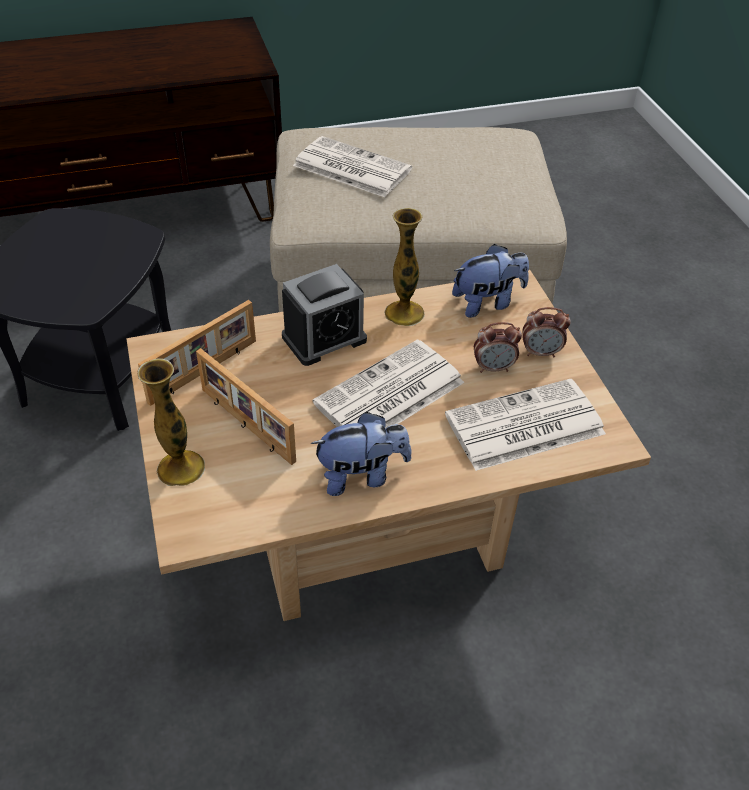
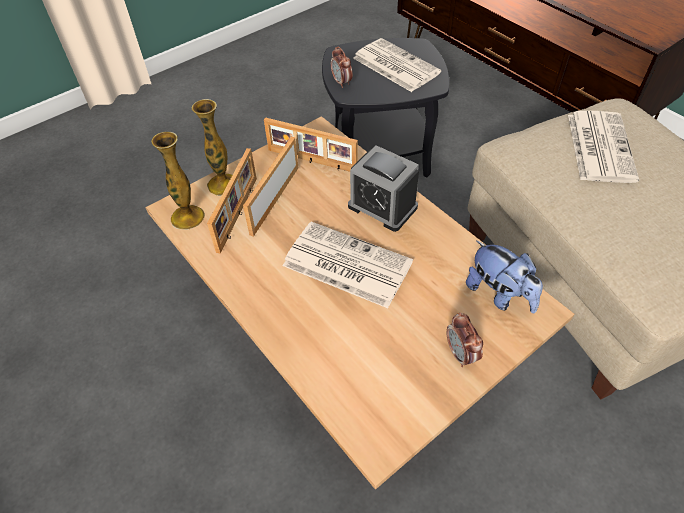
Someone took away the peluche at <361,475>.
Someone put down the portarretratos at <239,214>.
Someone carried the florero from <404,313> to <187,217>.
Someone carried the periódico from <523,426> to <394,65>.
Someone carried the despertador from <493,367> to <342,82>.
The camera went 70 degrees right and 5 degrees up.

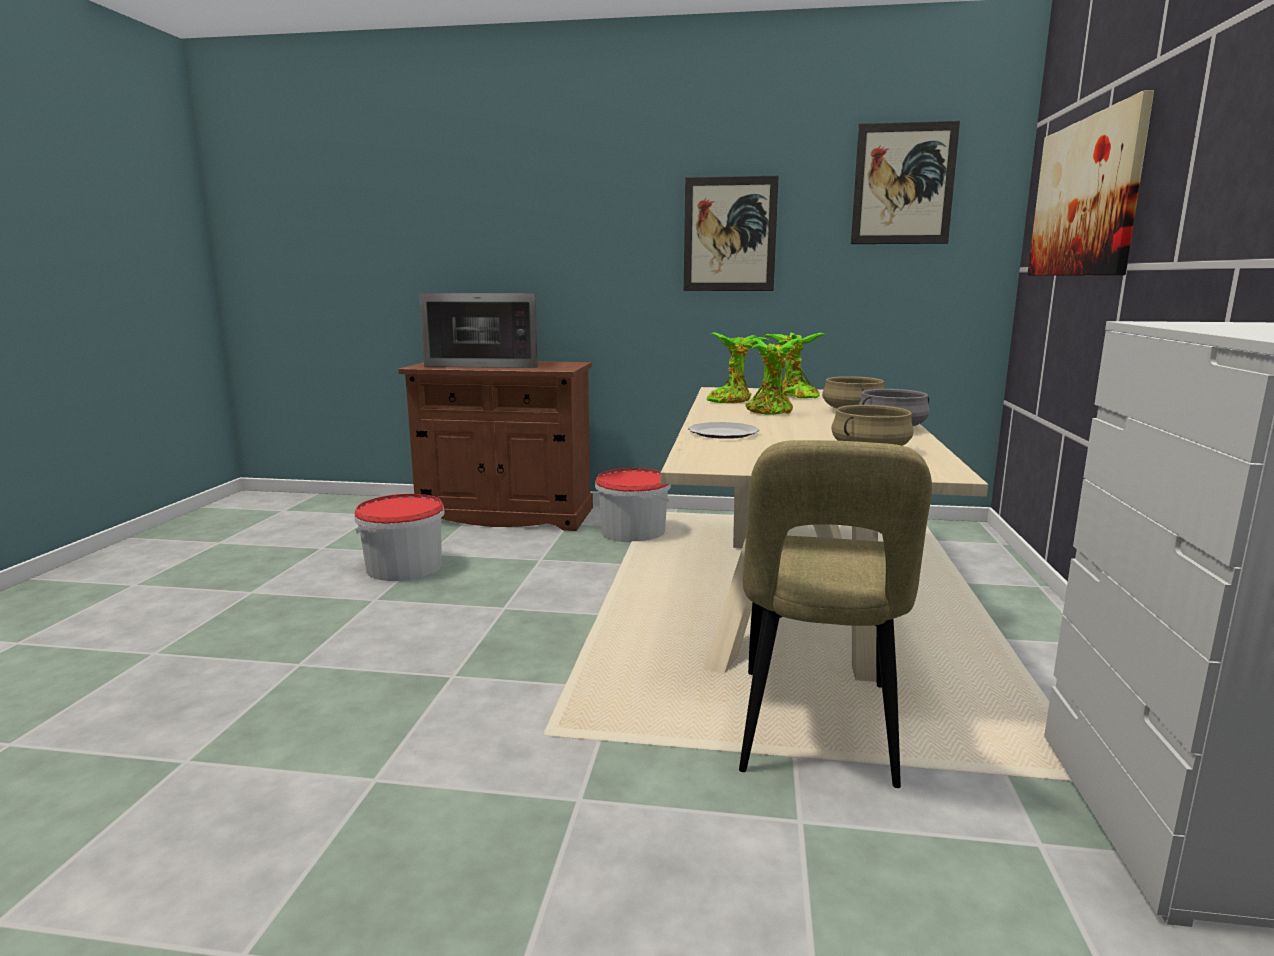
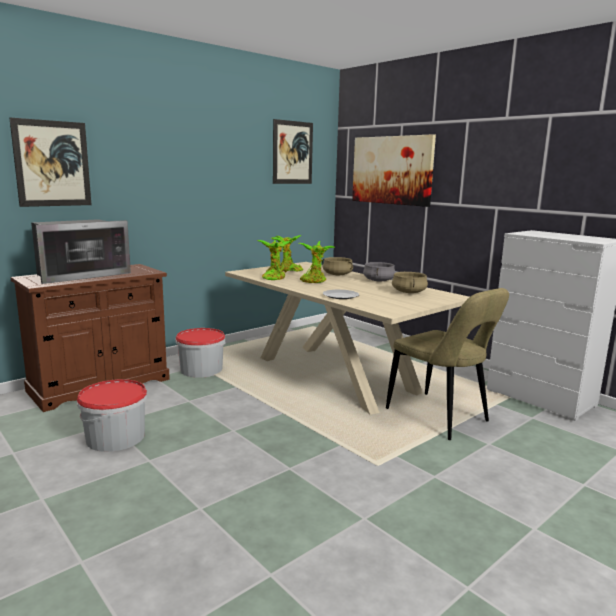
Someone carried the cuadro from <729,234> to <52,163>.
The camera went 50 degrees left and 0 degrees up.

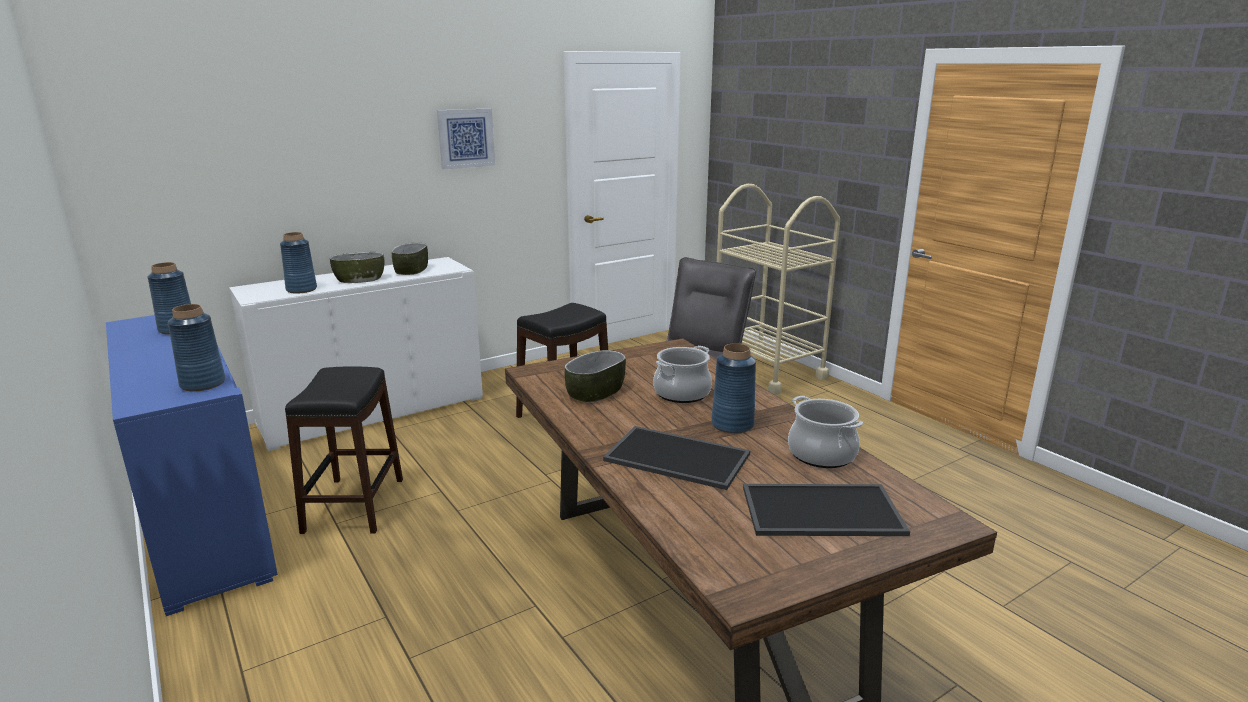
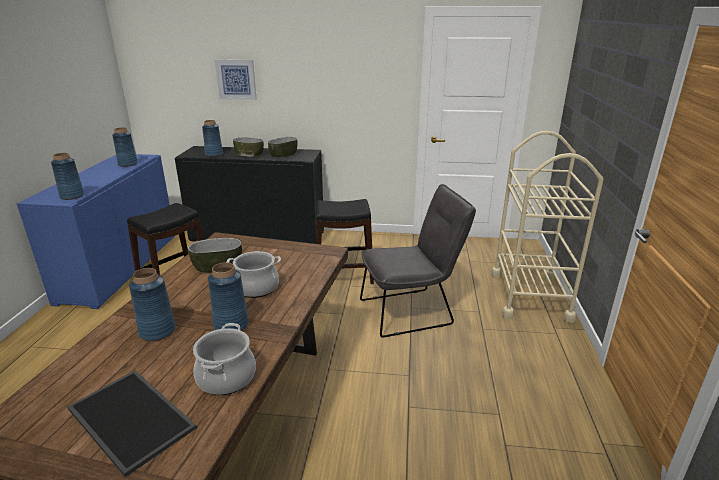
Someone carried the cuadro from <466,138> to <236,79>.
Someone swapped the bandeja at <679,457> for the florero/azul at <157,331>.
Someone repainted the armario/blanco at <373,411>, which became the armario/negro at <258,236>.
The camera went 40 degrees right and 5 degrees up.

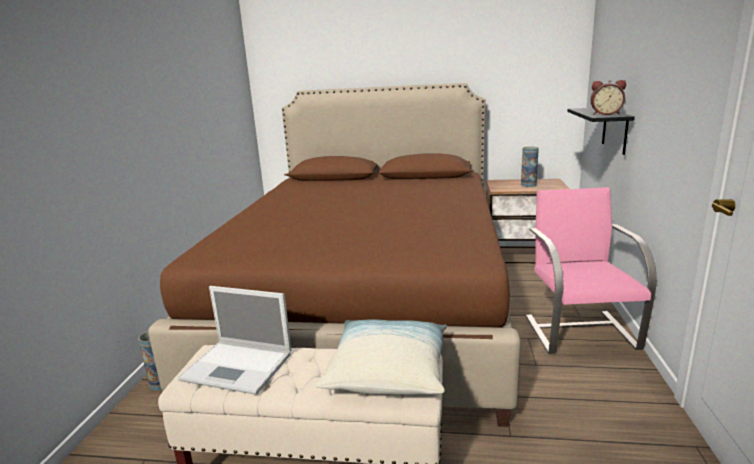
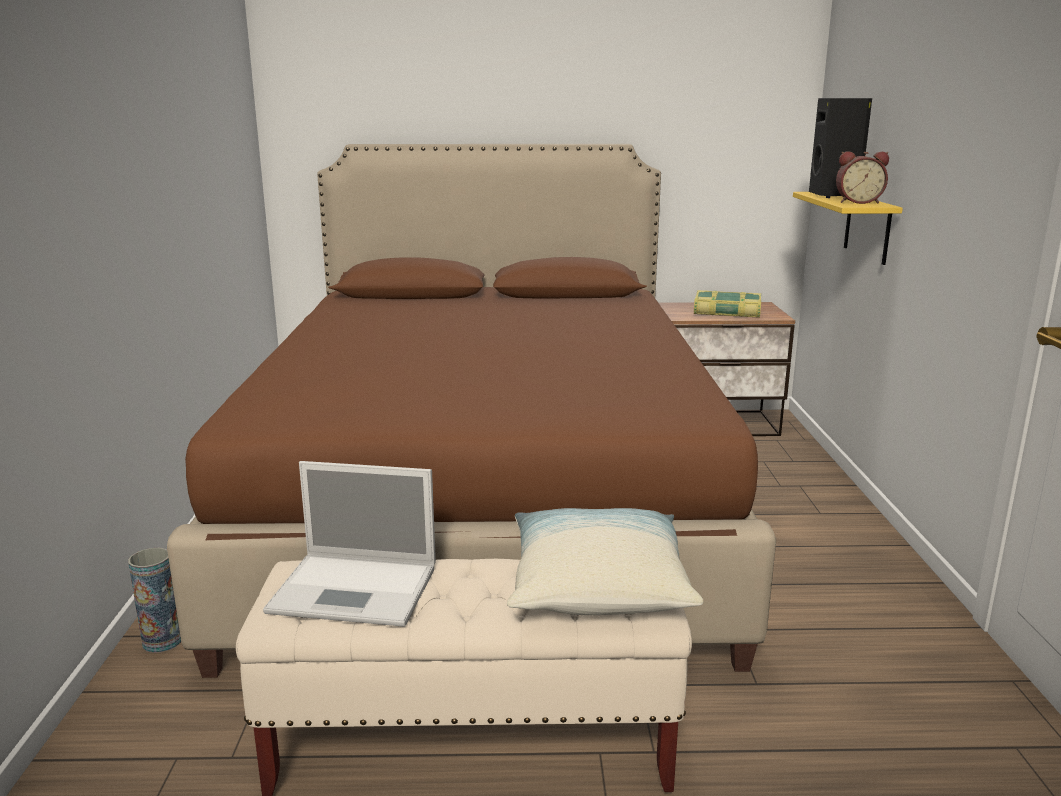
Someone took away the silla/rosa at <580,331>.
Someone put down the altavoz/negro at <835,196>.
Someone swapped the florero at <528,185> for the libro at <727,311>.
Someone repainted the estante/negro at <615,130>, which became the estante/amarillo at <867,227>.
The camera went 10 degrees left and 0 degrees up.

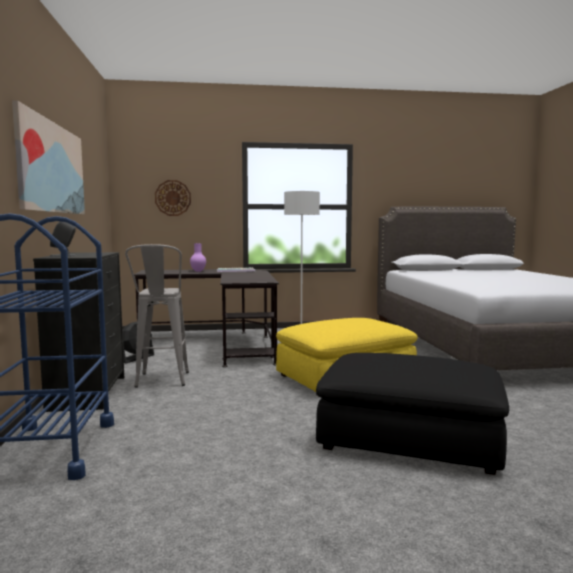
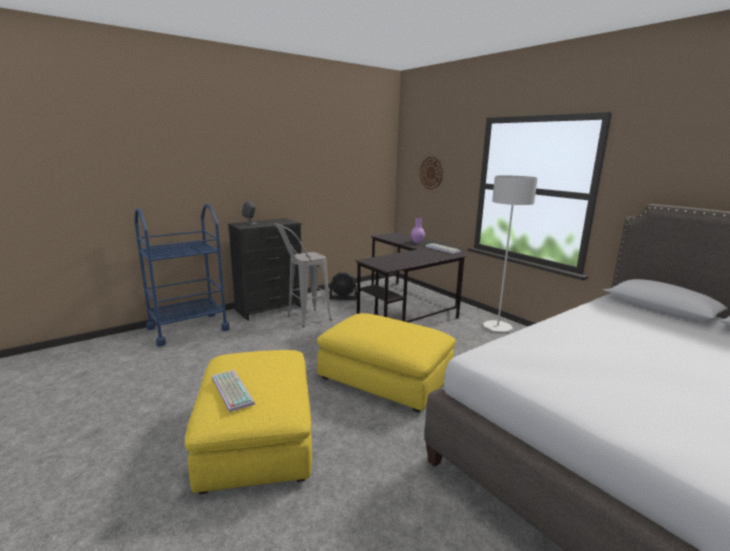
Someone took away the cuadro at <53,168>.
Someone put down the teclado at <230,390>.
Someone repainted the puf/negro at <409,438>, which became the puf/amarillo at <256,436>.
The camera went 60 degrees right and 10 degrees up.

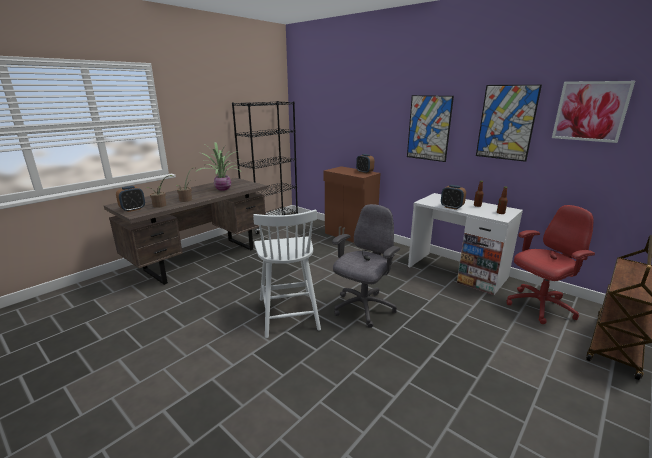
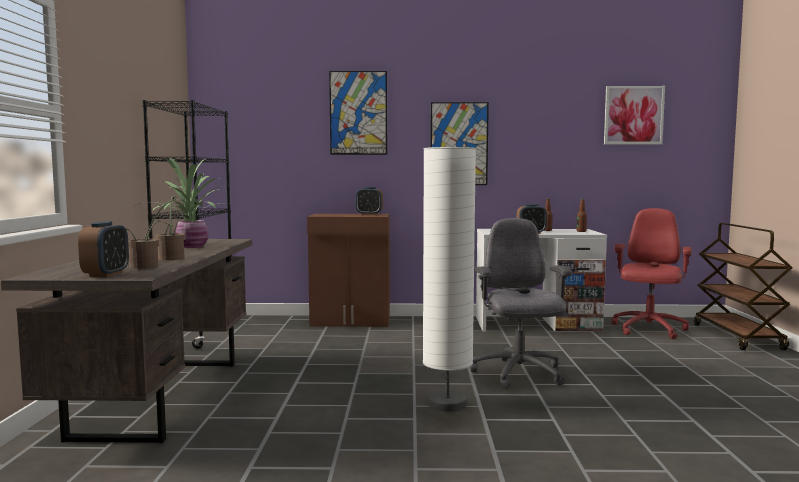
Someone carried the cuadro from <506,122> to <358,113>.
Someone swapped the silla/blanco at <288,313> for the lámpara de pie/blanco at <447,404>.
The camera went 40 degrees left and 15 degrees down.

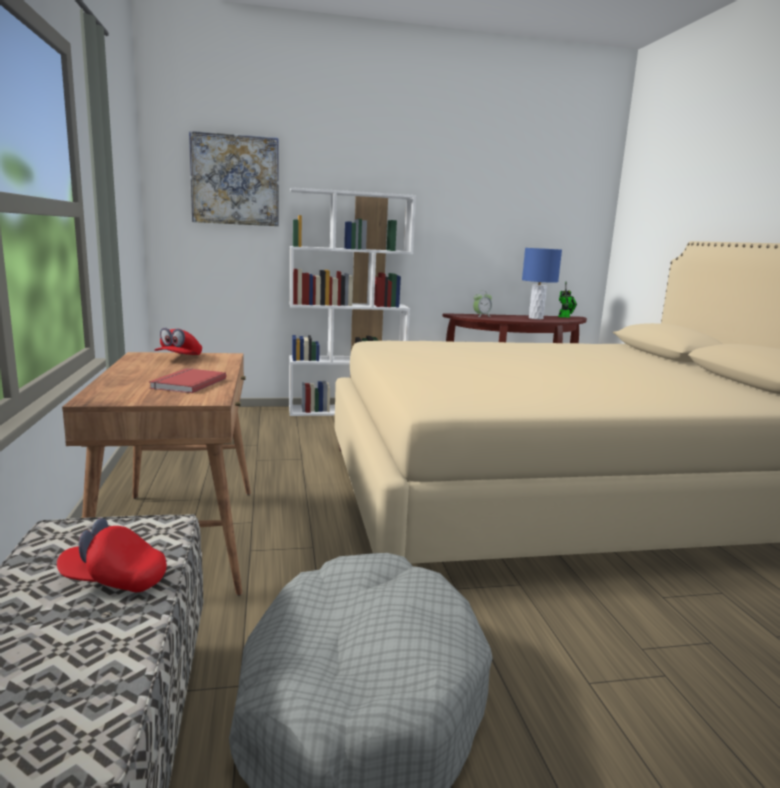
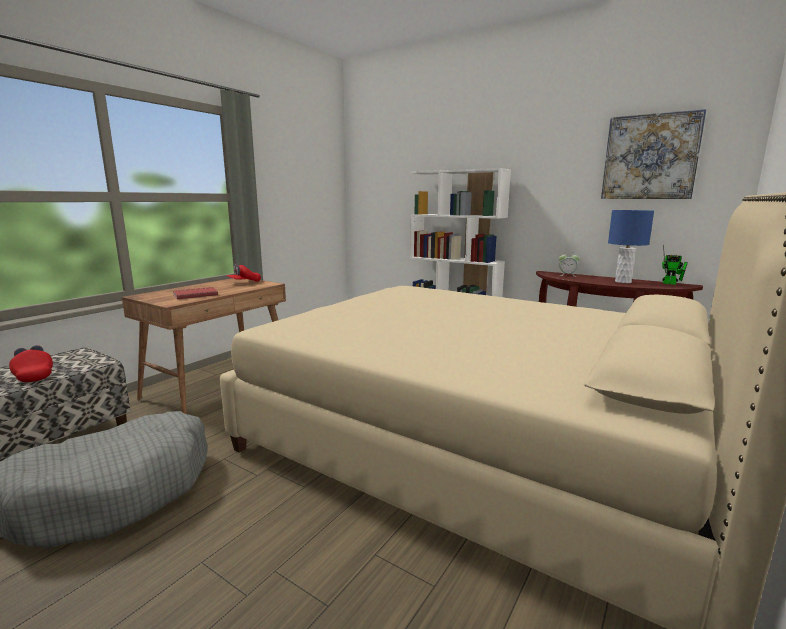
Someone carried the cuadro from <235,180> to <650,157>.
The camera went 45 degrees right and 0 degrees up.

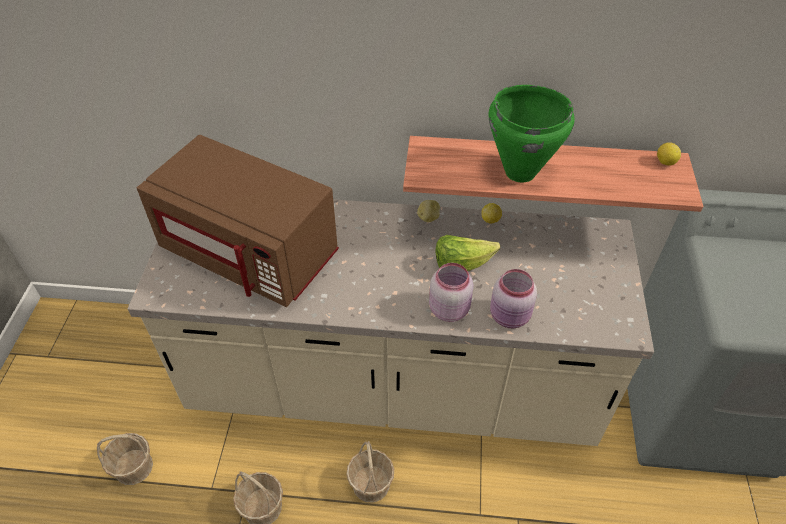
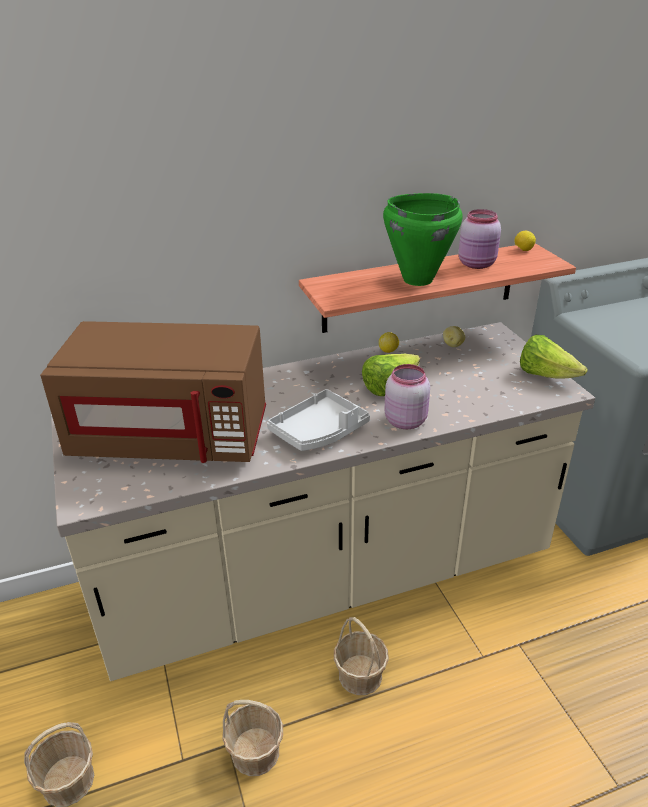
Someone put down the bandeja/gris at <319,431>.
Someone put down the lechuga at <546,375>.
Someone carried the patata from <428,217> to <452,345>.
Someone carried the tarro/rosa from <510,317> to <477,264>.
The camera went 25 degrees left and 15 degrees down.

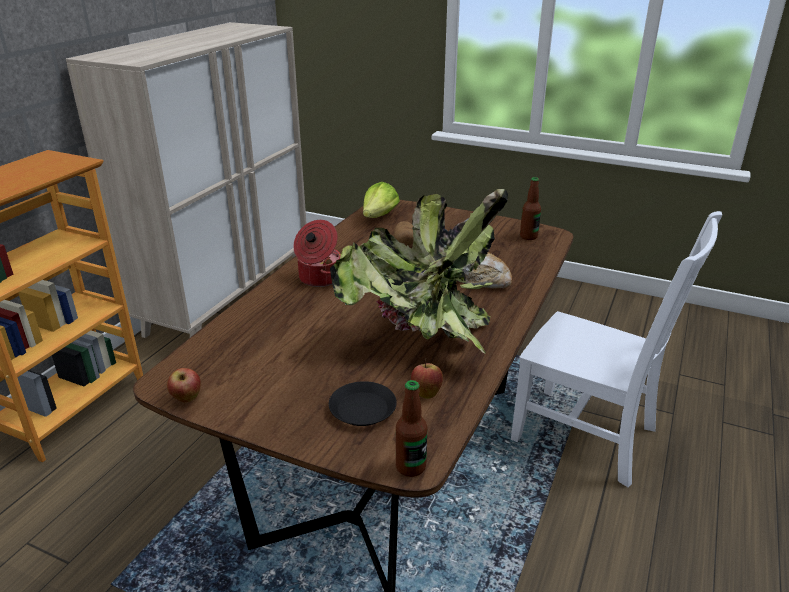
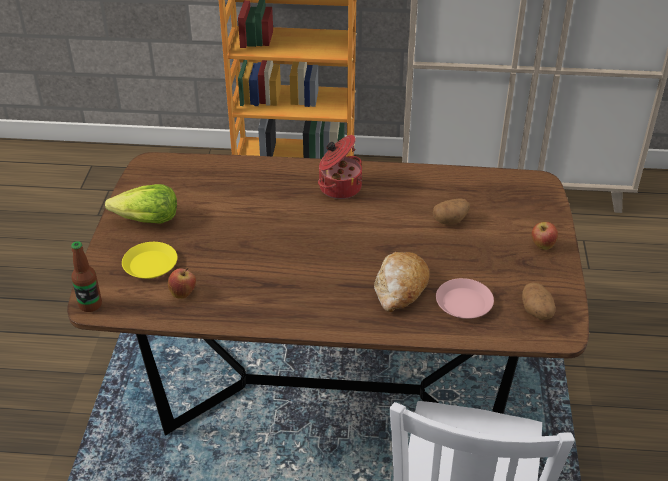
Someone took away the planta en maceta at <423,339>.
Someone put down the plato/rosa at <464,303>.
Someone carried the manzana from <187,398> to <542,246>.
Someone carried the lechuga from <379,216> to <147,220>.
Someone swapped the botella at <528,236> for the patata at <537,312>.
Someone repainted the plato/negro at <362,409>, which became the plato/amarillo at <150,264>.
The camera went 70 degrees right and 10 degrees up.

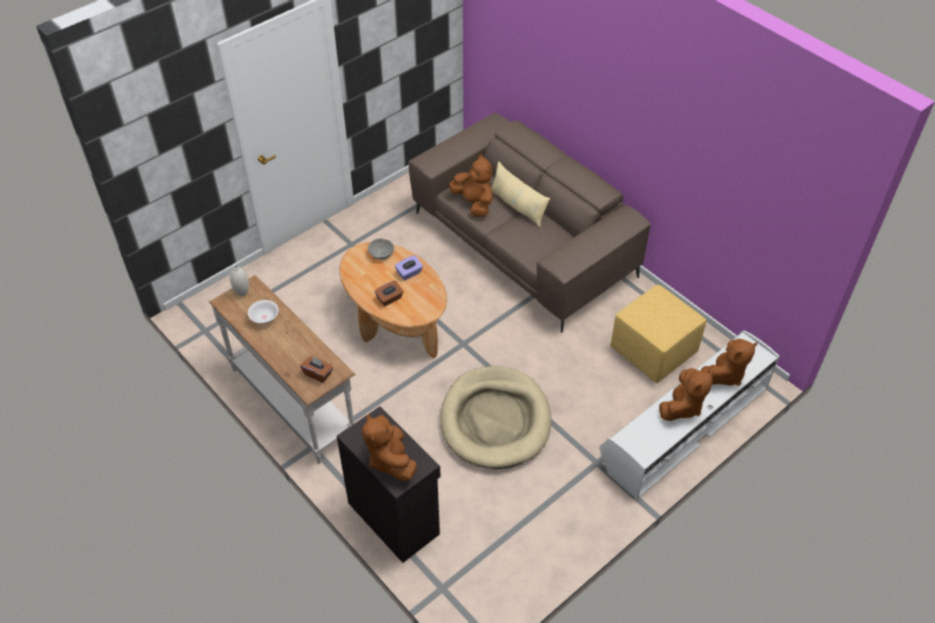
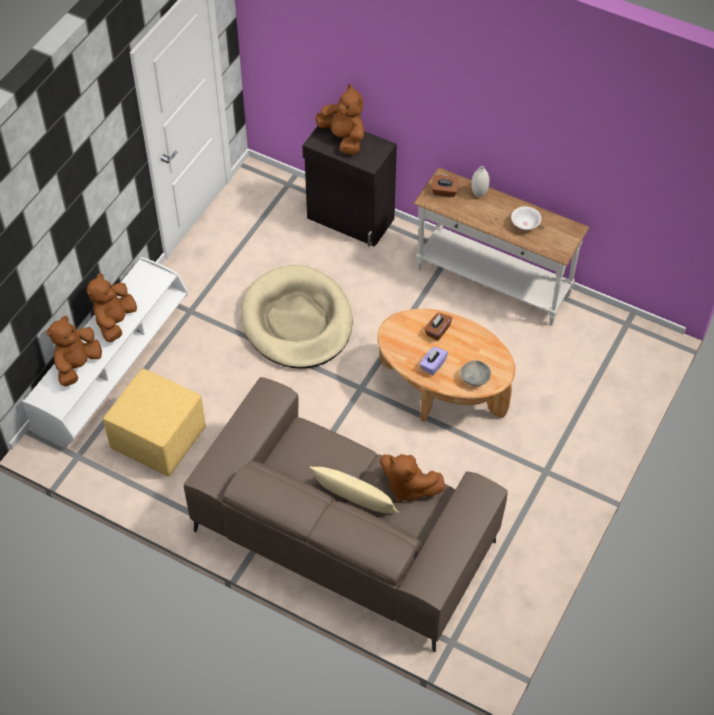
Someone carried the florero/blanco from <242,293> to <479,194>.
The camera went 160 degrees right and 5 degrees up.

